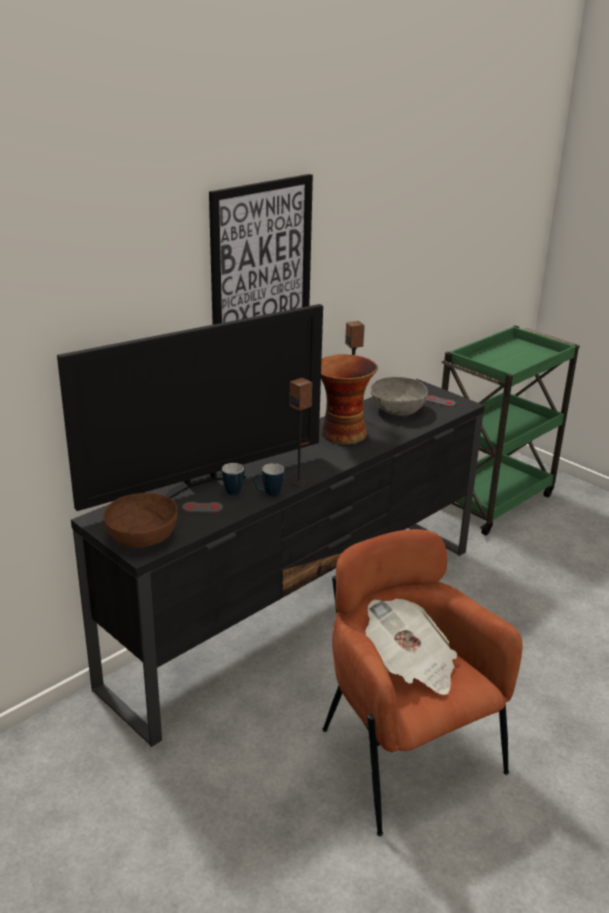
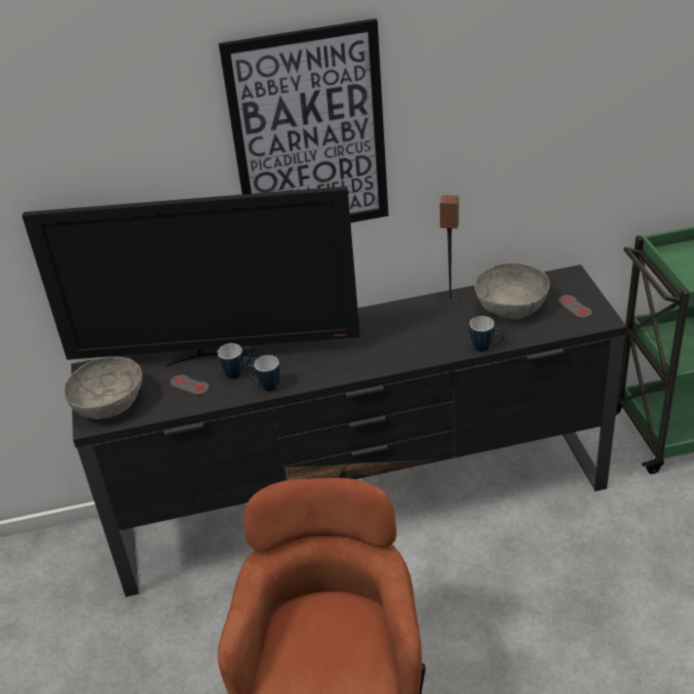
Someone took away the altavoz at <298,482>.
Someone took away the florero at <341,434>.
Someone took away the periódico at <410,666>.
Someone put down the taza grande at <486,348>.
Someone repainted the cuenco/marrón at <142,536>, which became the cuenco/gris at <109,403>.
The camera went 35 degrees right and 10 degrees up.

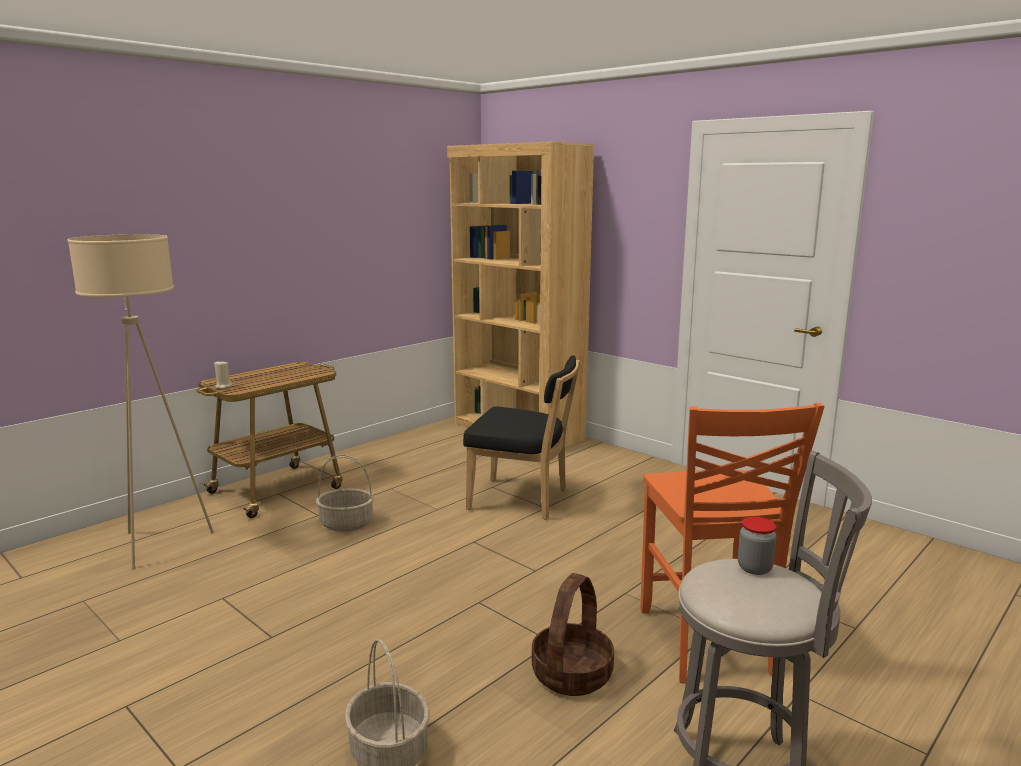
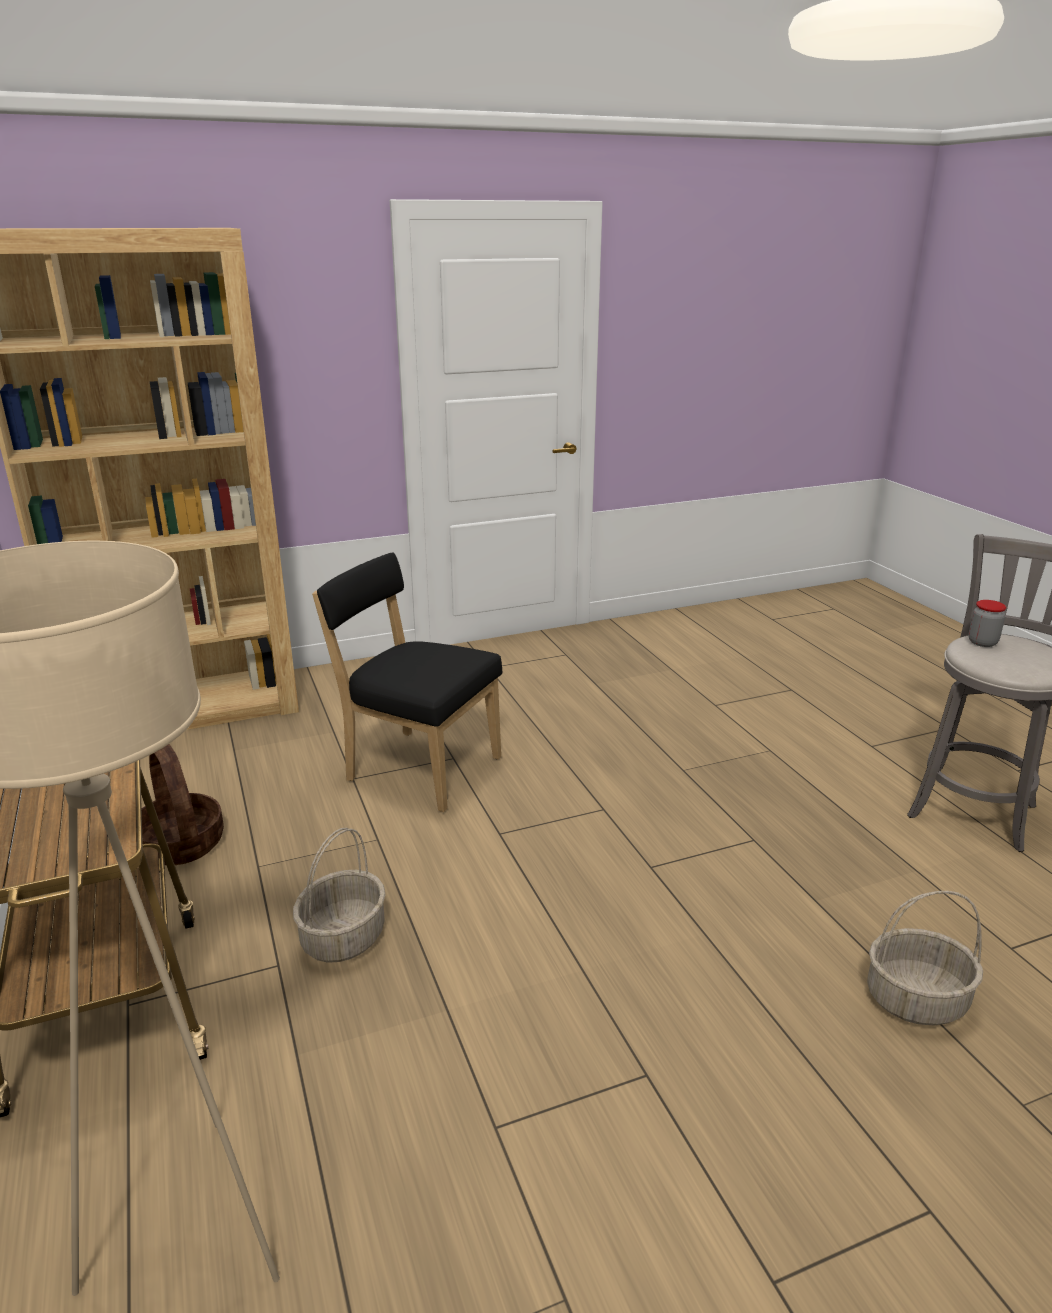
Someone took away the vela/beis at <223,386>.
Someone took away the silla/naranja at <707,643>.
Someone carried the cesta from <572,674> to <182,844>.
Someone rotated the silla/negro at <523,500> by 105 degrees counterclockwise.
The camera went 65 degrees left and 10 degrees up.

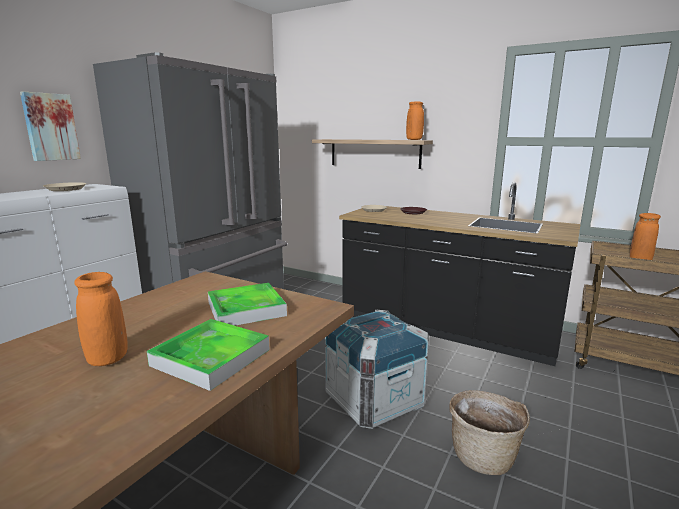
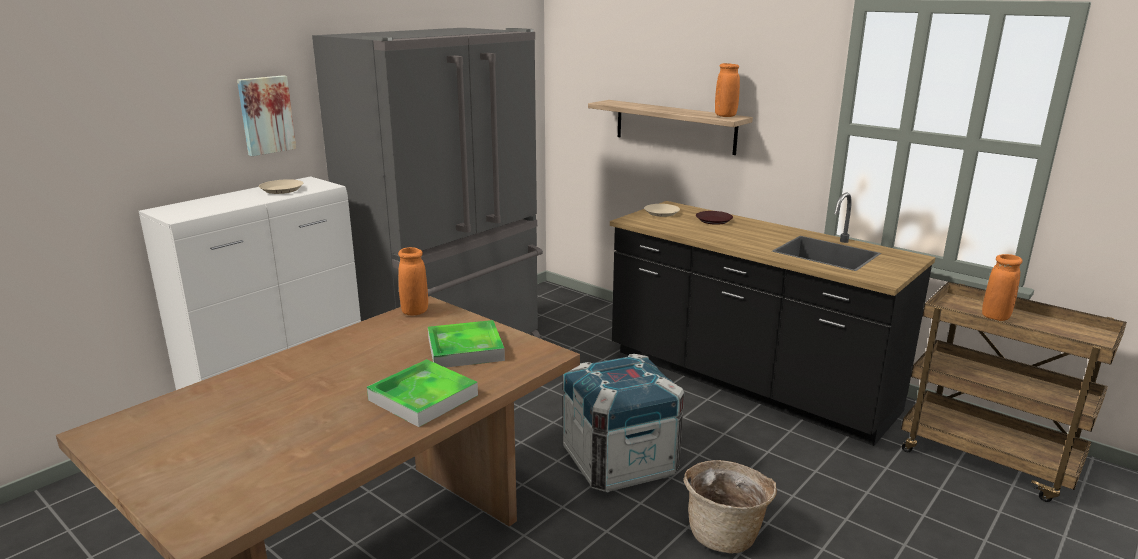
Someone carried the florero/naranja from <108,359> to <415,311>.
The camera went 10 degrees right and 5 degrees up.

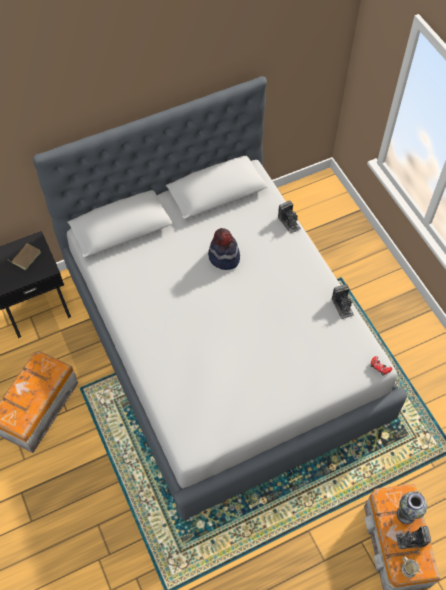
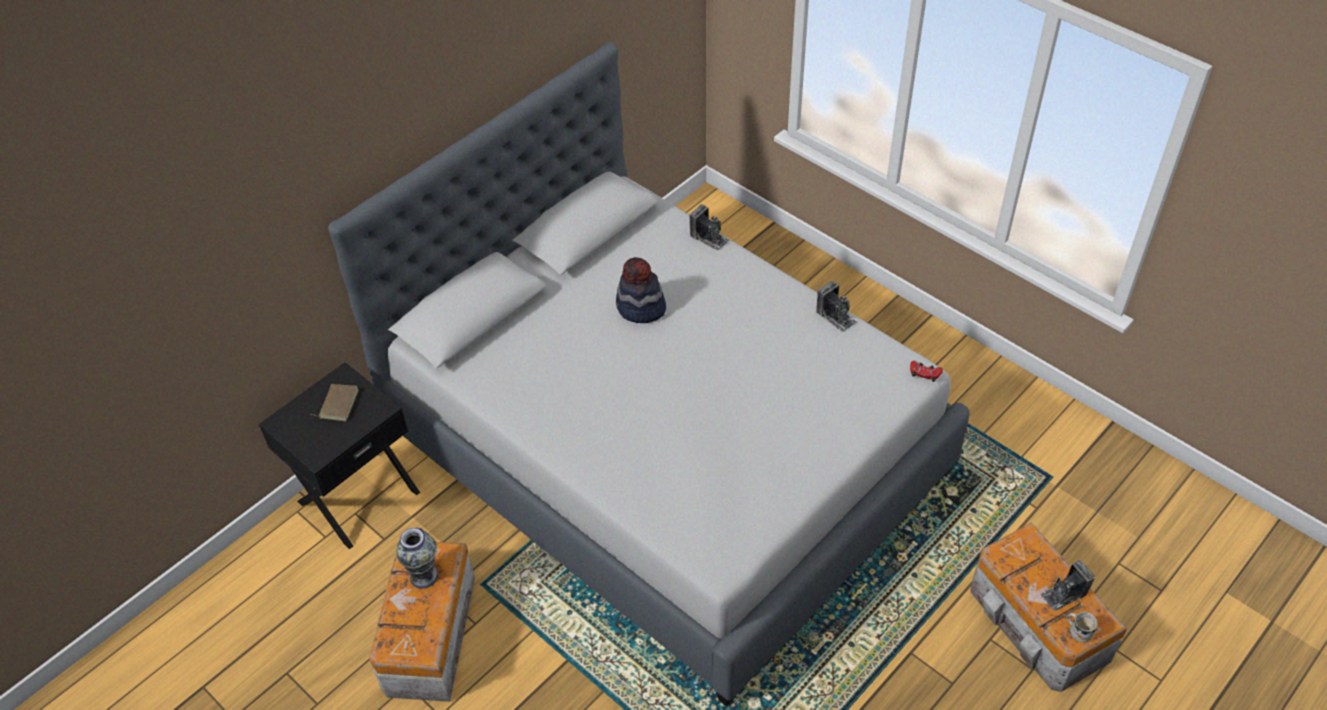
Someone carried the florero from <405,514> to <423,576>.
The camera went 20 degrees left and 10 degrees down.

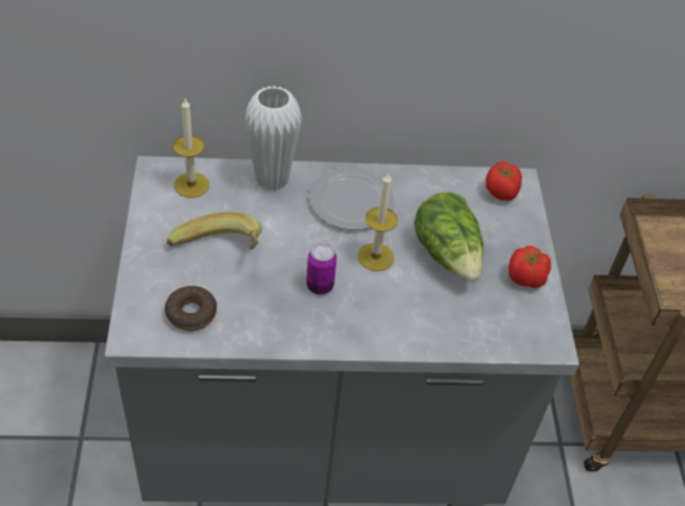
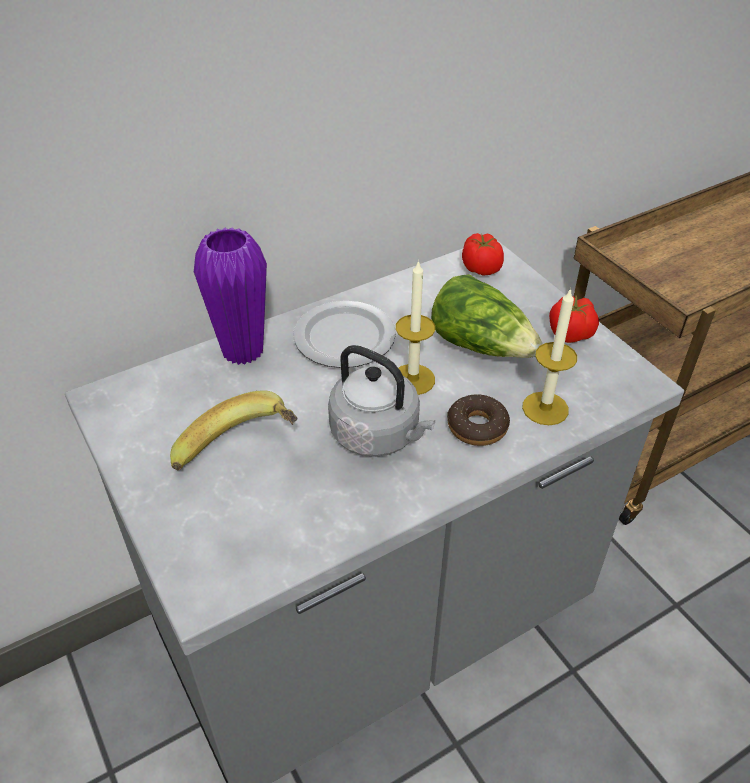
Someone carried the rosquilla from <191,313> to <477,427>.
Someone carried the vela from <191,185> to <545,408>.
Someone swapped the lata at <320,286> for the hervidor/gris at <379,435>.
Someone repainted the florero/blanco at <272,179>, which became the florero/morado at <243,351>.
The camera went 25 degrees left and 5 degrees down.

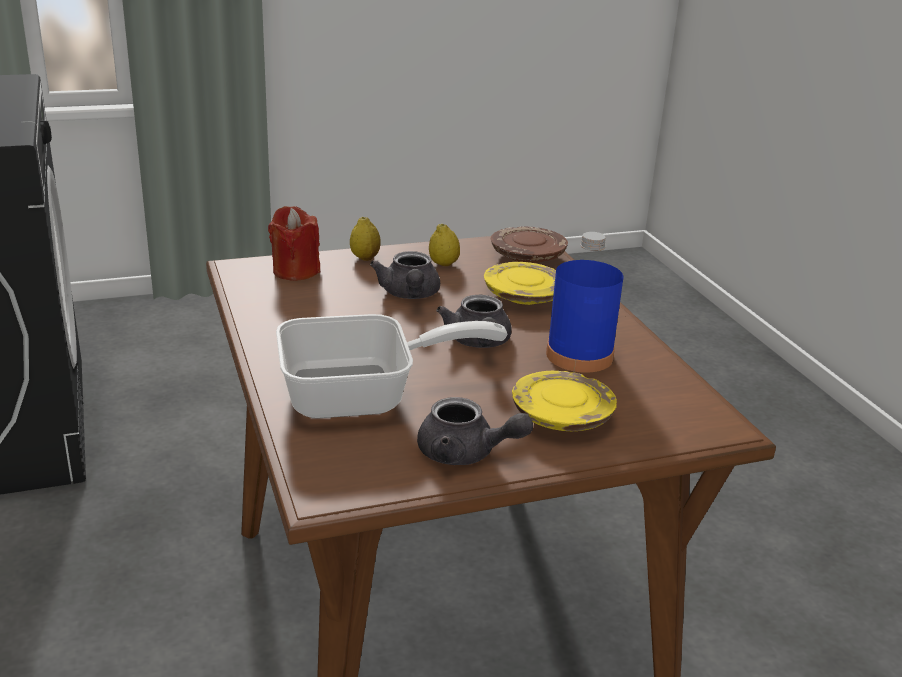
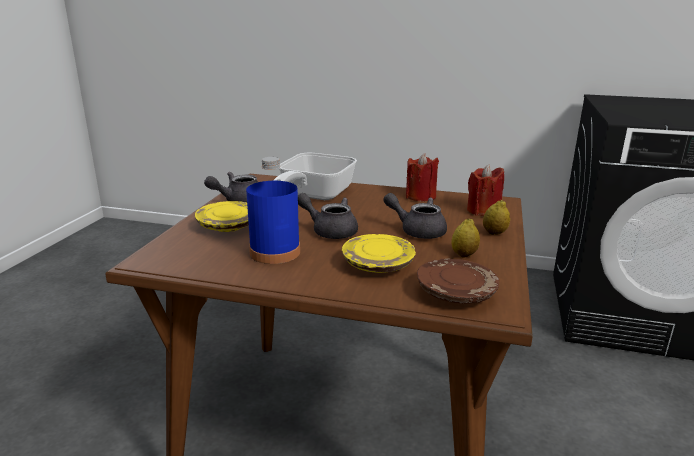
Someone put down the vela/rojo at <420,197>.
The camera went 125 degrees right and 5 degrees down.

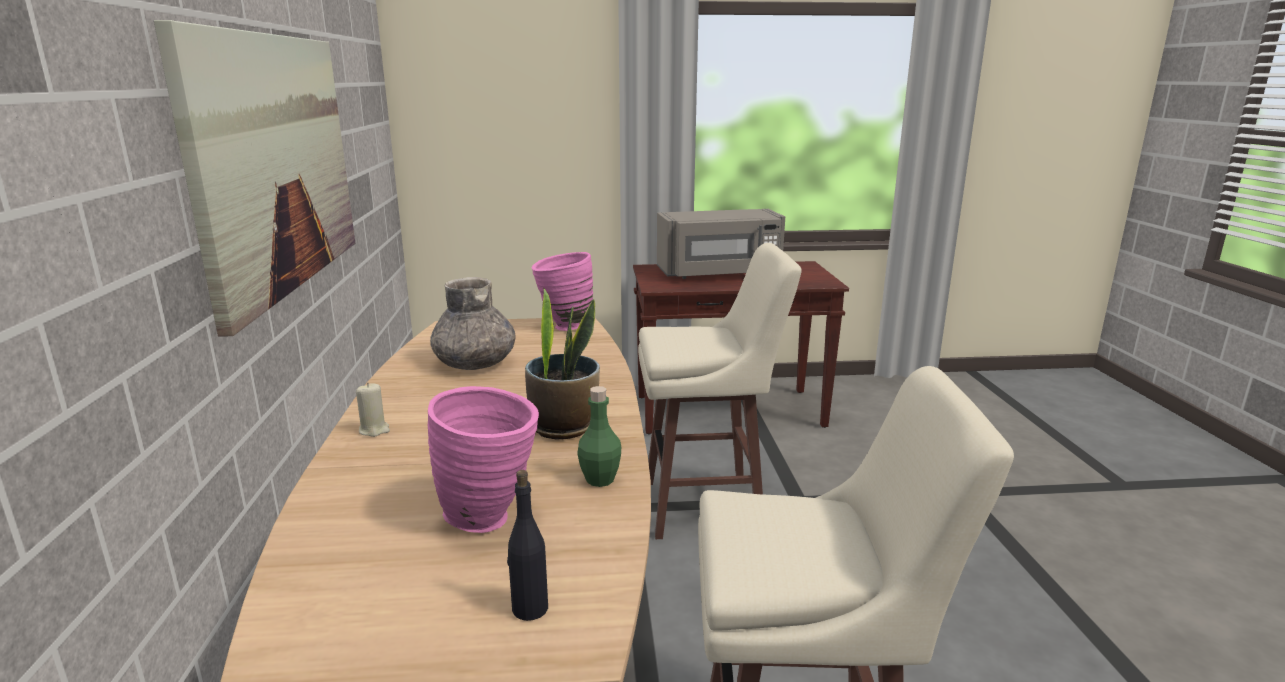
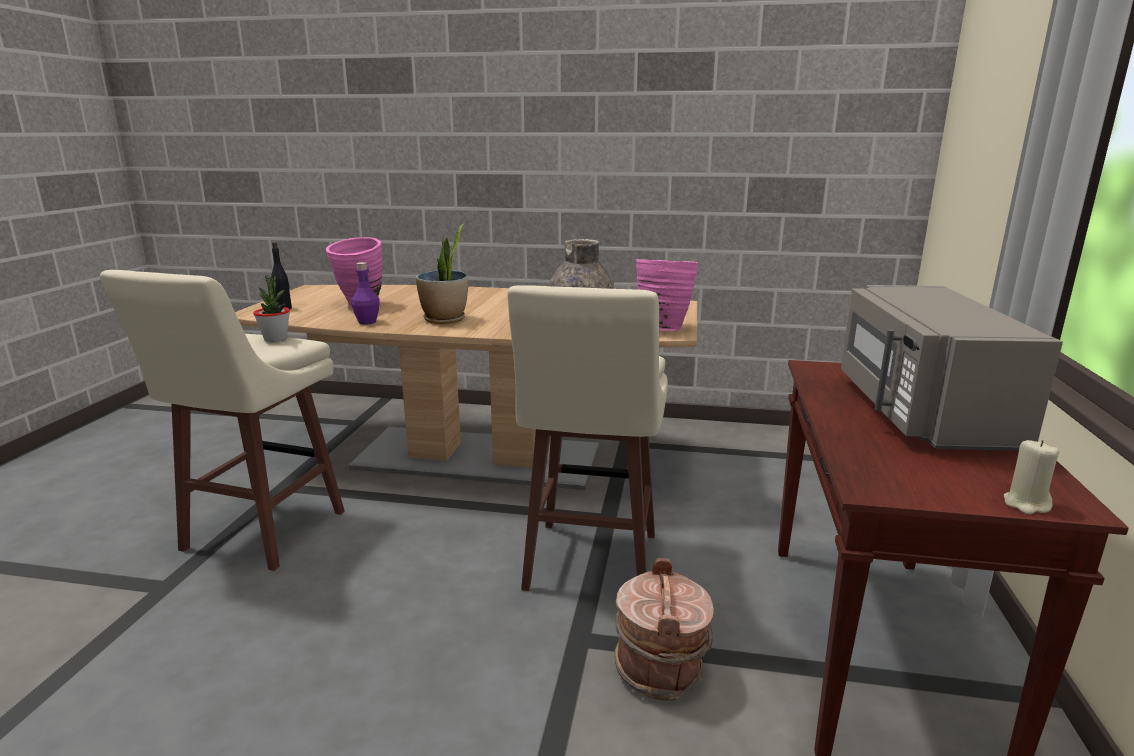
Someone took away the cuadro at <276,163>.
Someone put down the planta en maceta at <275,339>.
Someone put down the cubo/marrón at <660,670>.
Someone carried the vela/beis from <374,430> to <1026,504>.
Someone repainted the botella/verde at <600,479>, which became the botella/morado at <367,322>.
The camera went 105 degrees right and 0 degrees up.

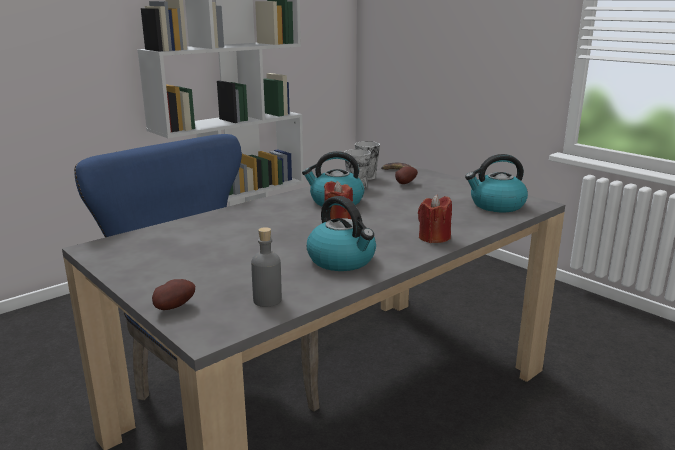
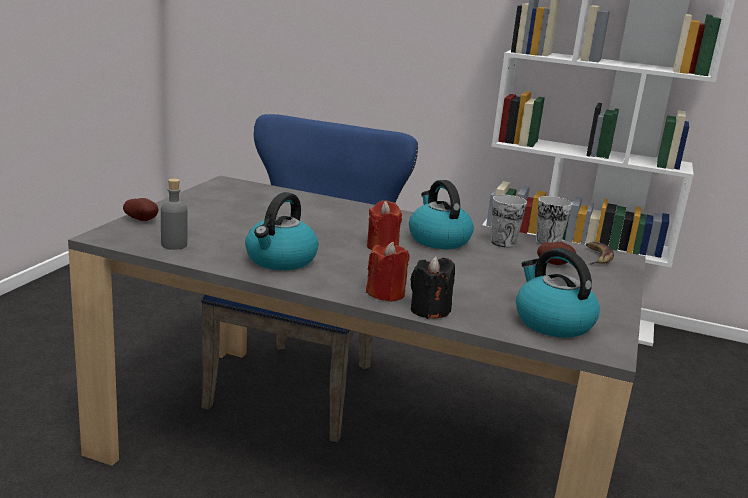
Someone put down the vela/negro at <429,310>.
The camera went 60 degrees right and 0 degrees up.

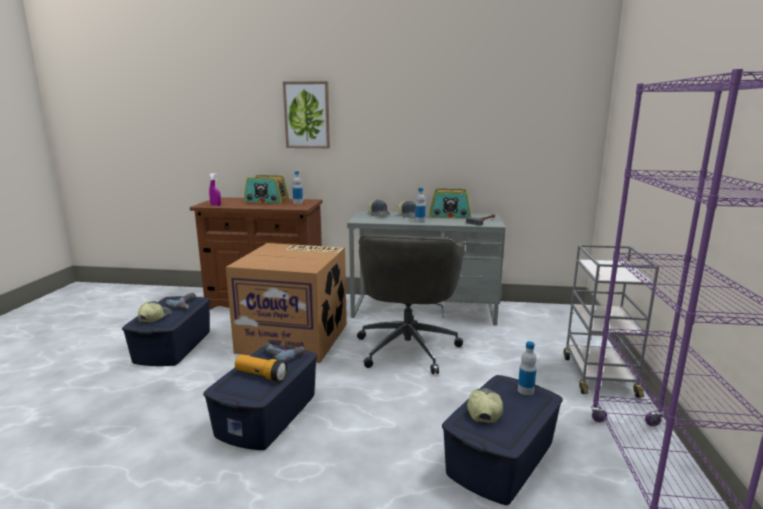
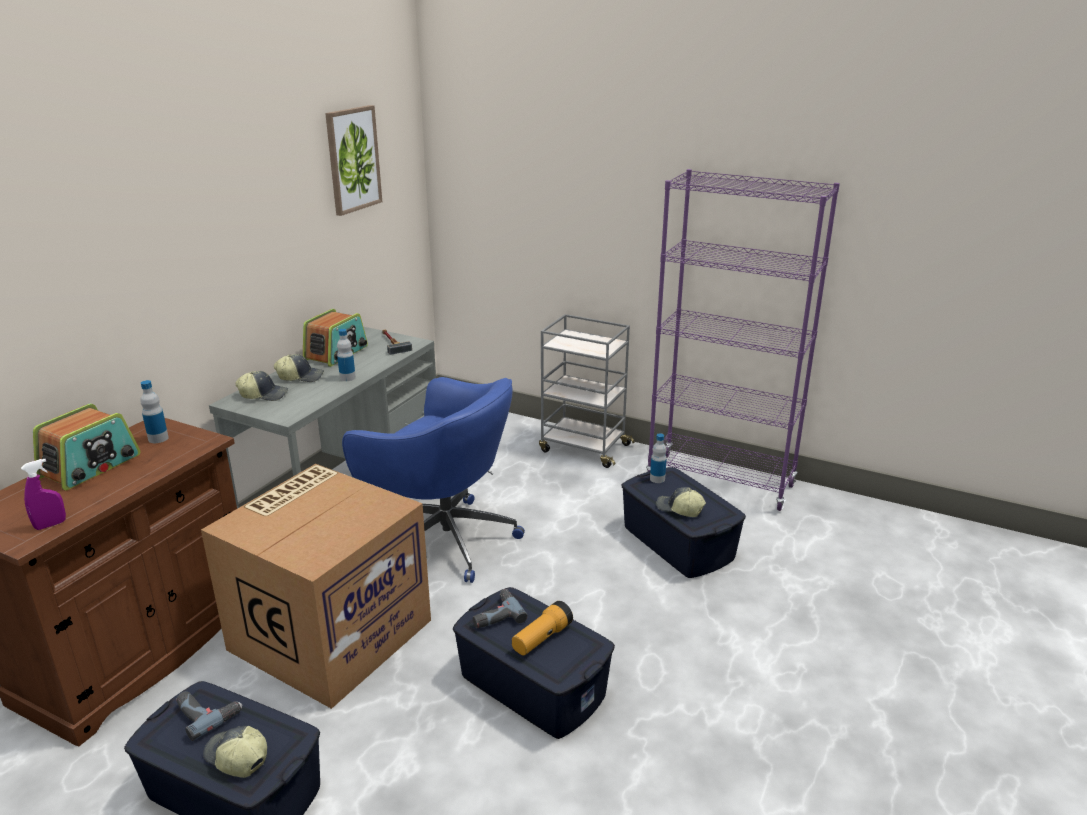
Someone carried the cuadro from <307,115> to <353,159>.
Someone repainted the silla de oficina/gris at <408,347>, which became the silla de oficina/azul at <443,539>.
The camera went 70 degrees left and 10 degrees up.

